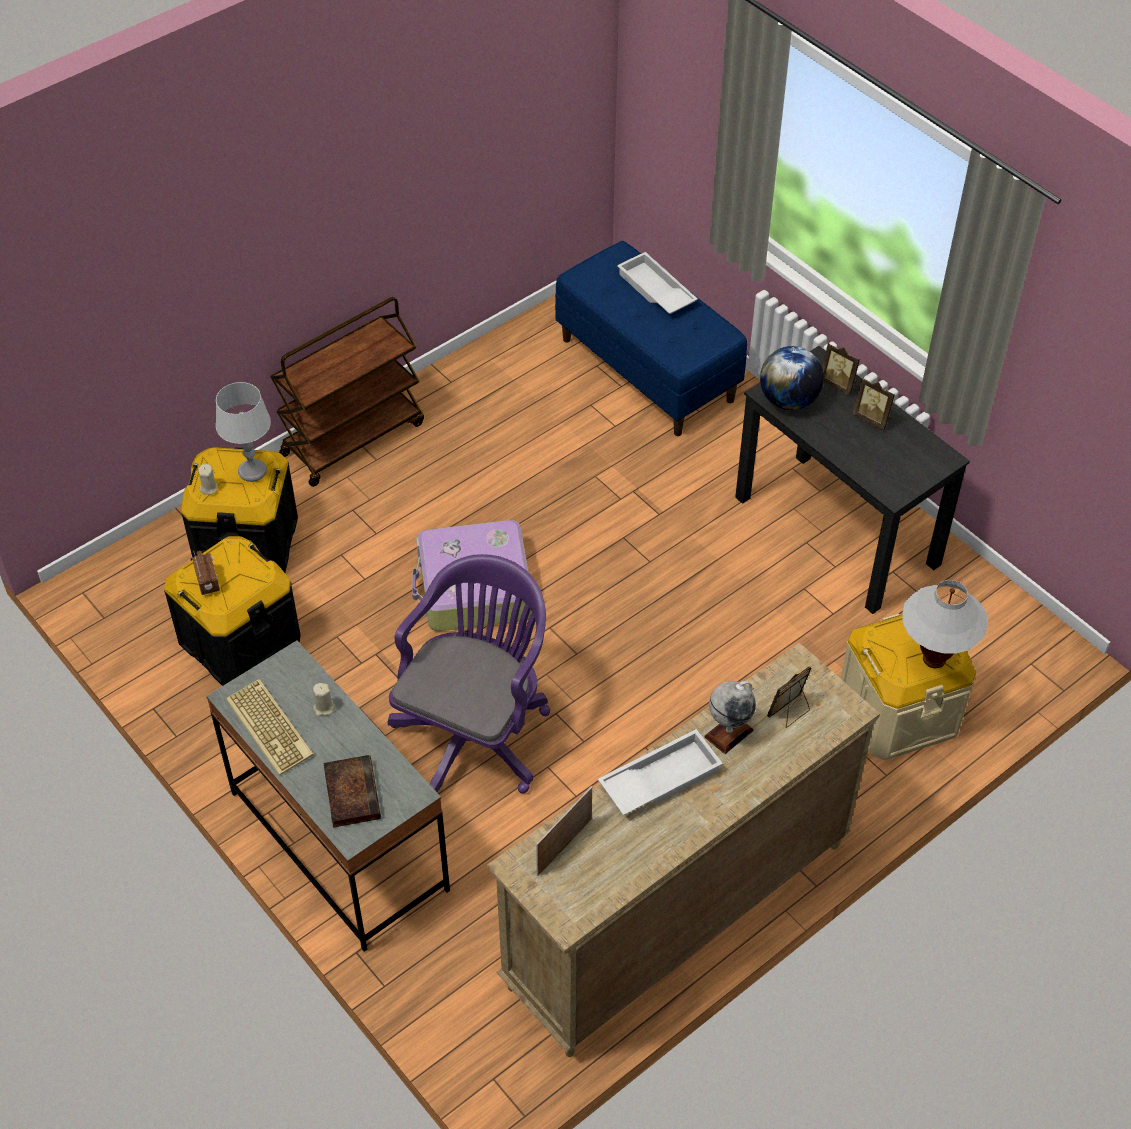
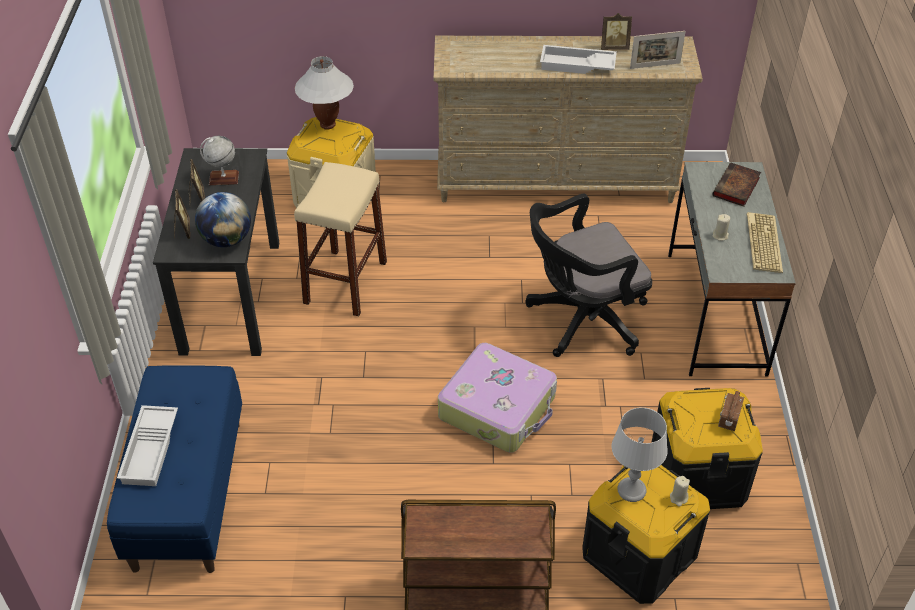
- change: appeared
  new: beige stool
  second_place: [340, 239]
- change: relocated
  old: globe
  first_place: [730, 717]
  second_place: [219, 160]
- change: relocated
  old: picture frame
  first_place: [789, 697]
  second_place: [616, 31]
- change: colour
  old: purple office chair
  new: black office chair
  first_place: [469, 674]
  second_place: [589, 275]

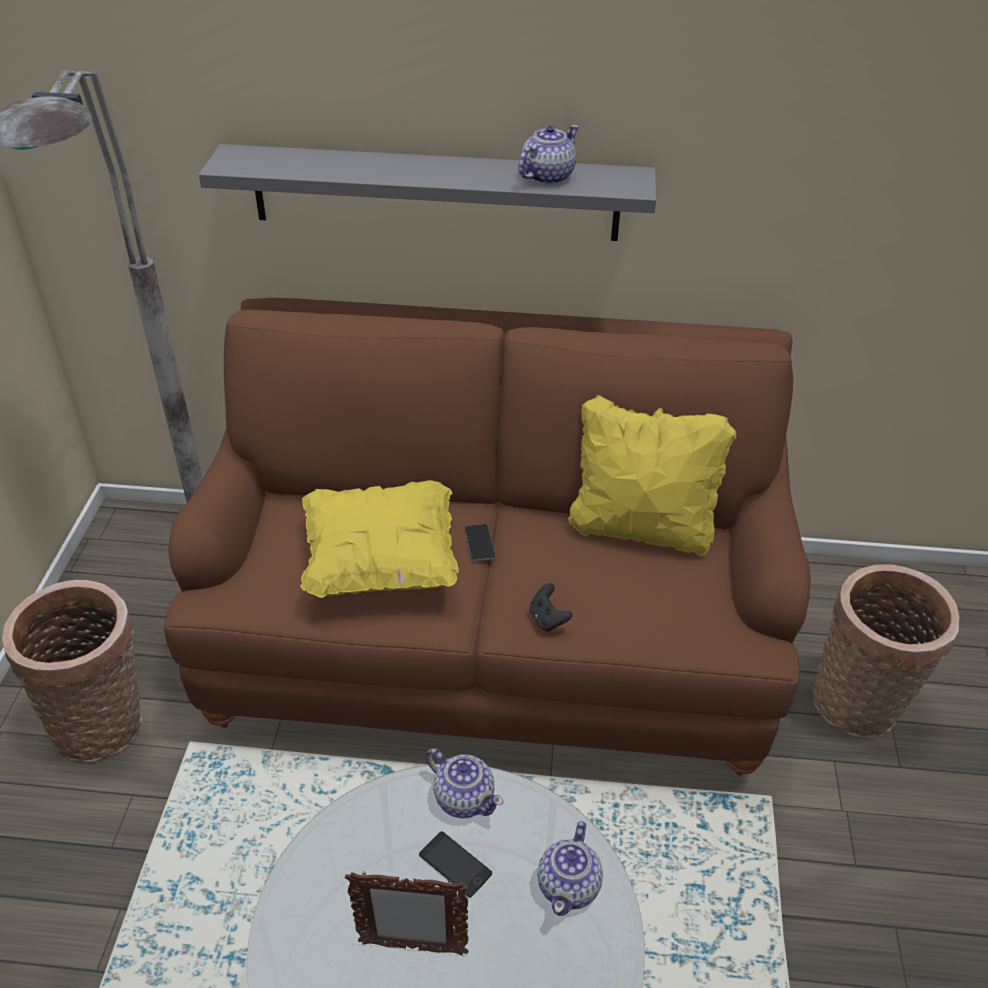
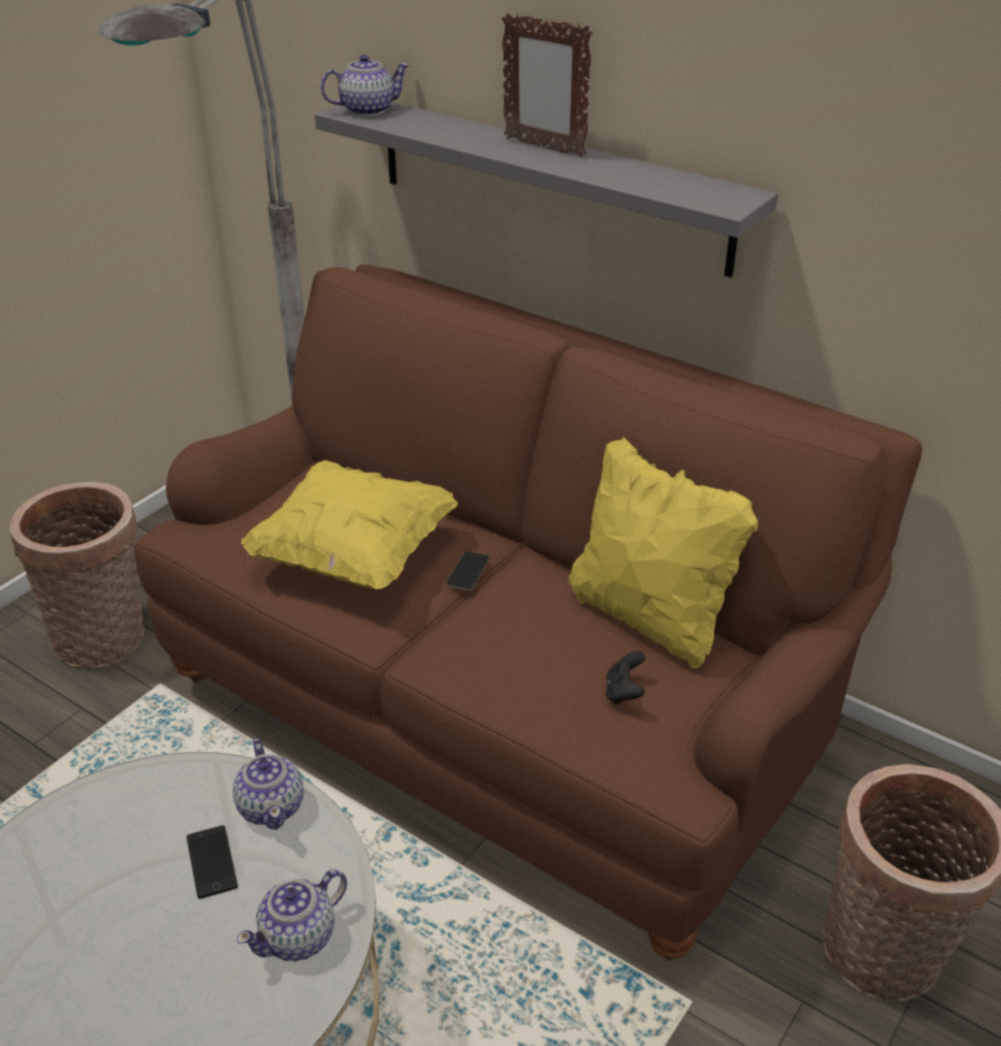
- change: relocated
  old: picture frame
  first_place: [406, 913]
  second_place: [547, 85]
- change: relocated
  old: teapot
  first_place: [548, 155]
  second_place: [364, 85]
- change: relocated
  old: black game controller
  first_place: [551, 607]
  second_place: [626, 677]

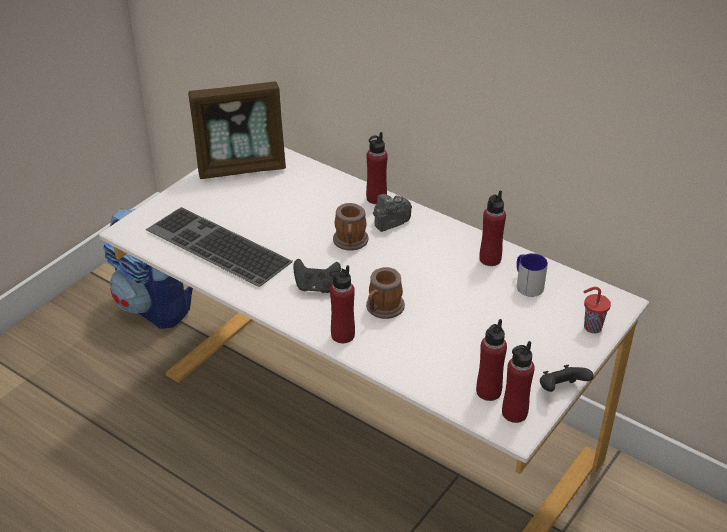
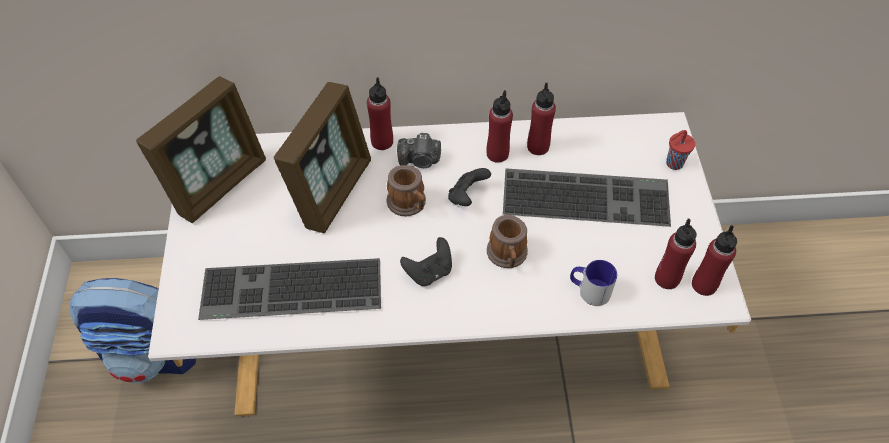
- change: appeared
  new: picture frame
  second_place: [322, 158]
- change: appeared
  new: keyboard
  second_place: [587, 197]
- change: relocated
  old: red bottle
  first_place: [342, 304]
  second_place: [499, 126]
- change: relocated
  old: mug
  first_place: [532, 275]
  second_place: [593, 283]
- change: relocated
  old: black game controller
  first_place: [567, 378]
  second_place: [469, 187]
- change: spun
  old: photo camera
  first_place: [392, 213]
  second_place: [419, 150]
  degrees: -105

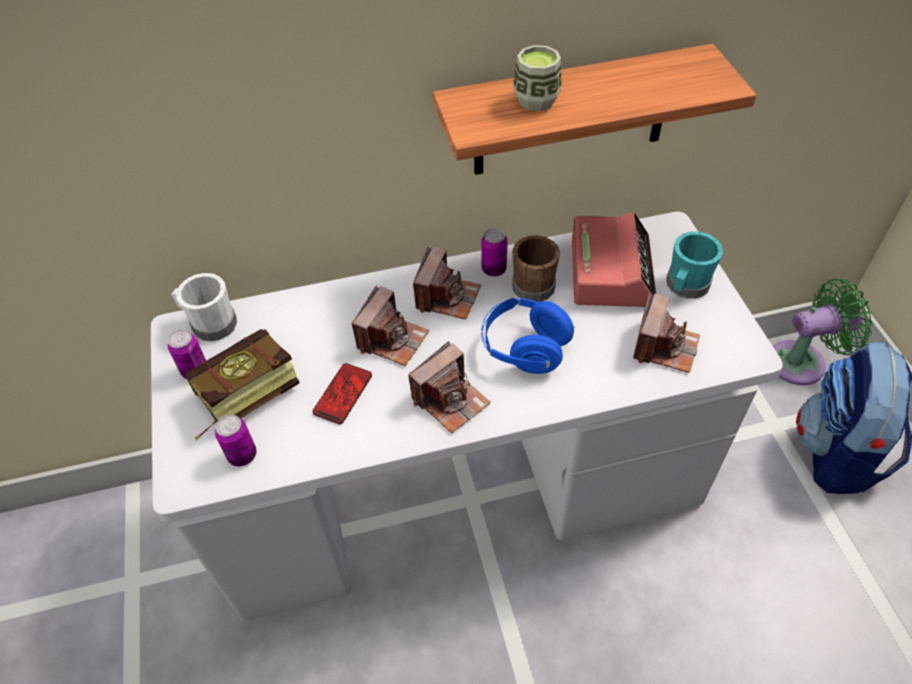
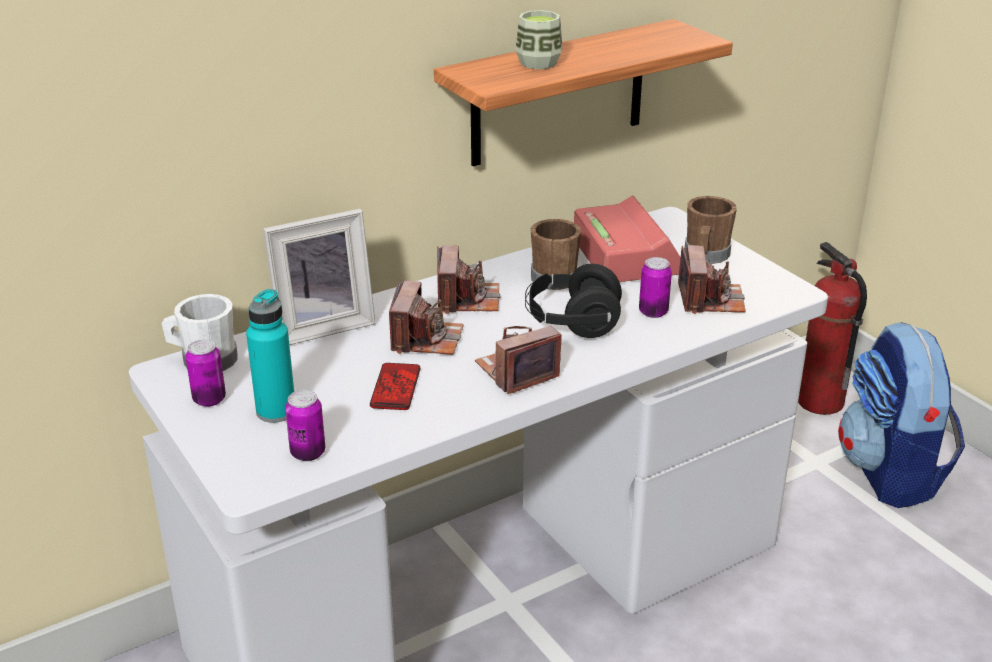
- change: appeared
  new: picture frame
  second_place: [319, 277]
- change: relocated
  old: can
  first_place: [494, 252]
  second_place: [655, 287]
- change: exchanged
  old: book
  new: turquoise bottle
  first_place: [242, 384]
  second_place: [270, 356]
- change: exchanged
  old: green fan
  new: fire extinguisher
  first_place: [823, 331]
  second_place: [832, 328]
- change: colour
  old: blue headphones
  new: black headphones
  first_place: [528, 336]
  second_place: [573, 301]
- change: colour
  old: turquoise mug
  new: brown mug
  first_place: [694, 265]
  second_place: [711, 230]
- change: spun
  old: photo camera
  first_place: [449, 387]
  second_place: [518, 360]
  degrees: -150

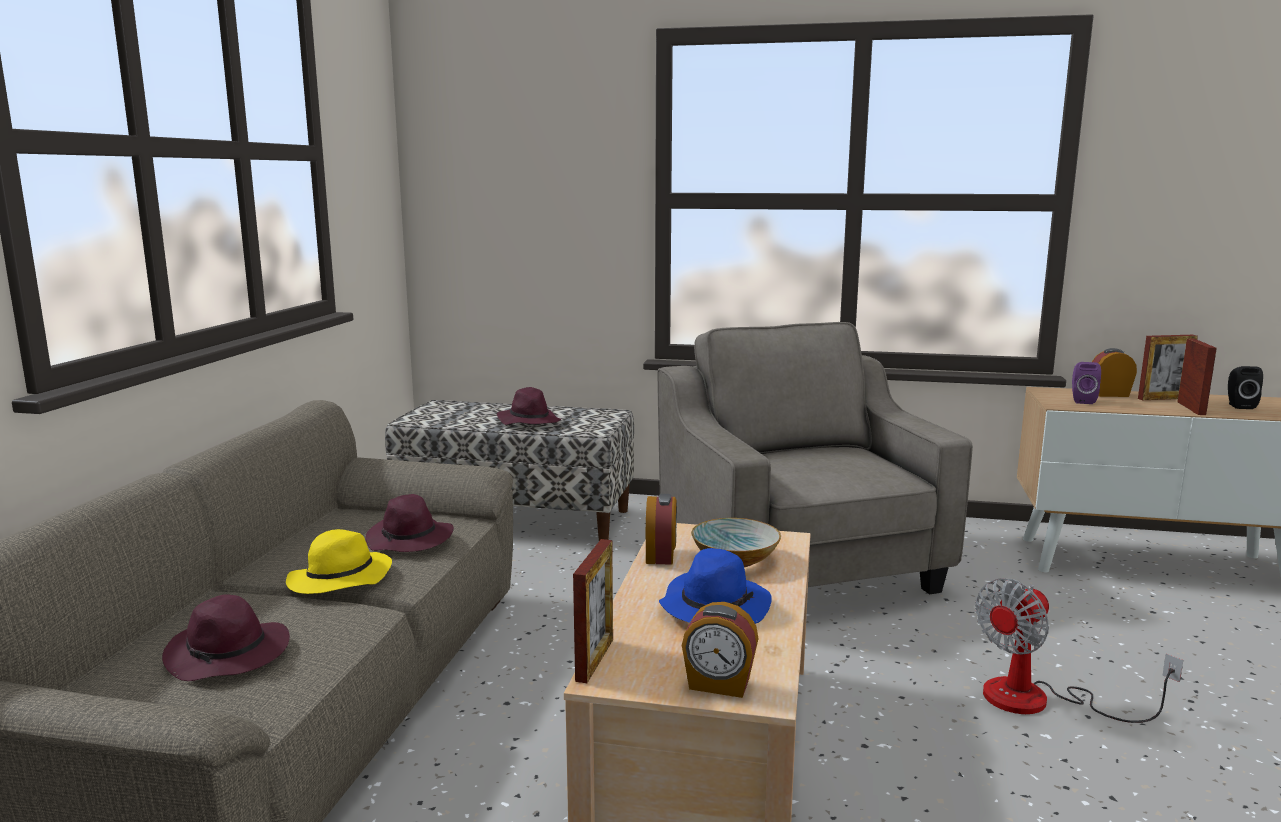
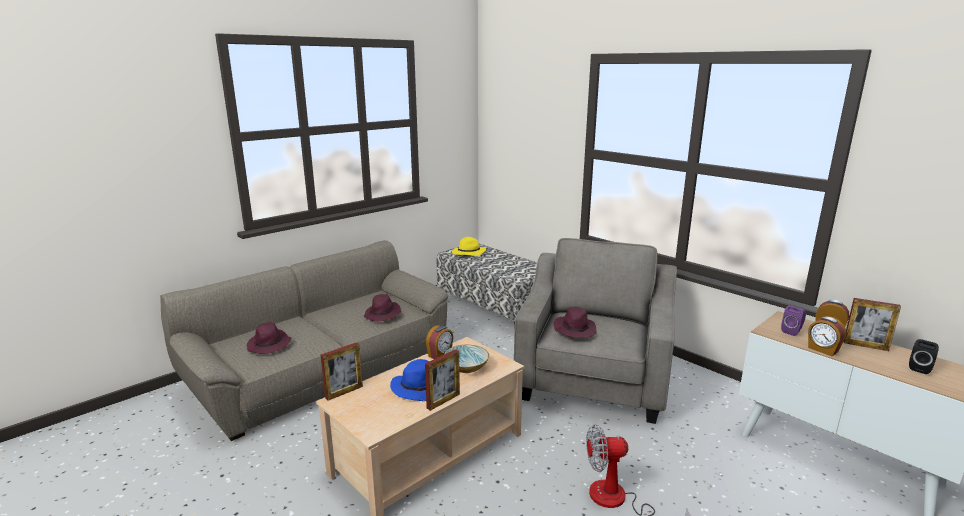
- change: relocated
  old: yellow hat
  first_place: [339, 561]
  second_place: [469, 246]
- change: relocated
  old: purple hat
  first_place: [529, 406]
  second_place: [575, 322]
- change: relocated
  old: alarm clock
  first_place: [720, 650]
  second_place: [827, 336]
- change: relocated
  old: picture frame
  first_place: [1197, 376]
  second_place: [442, 380]

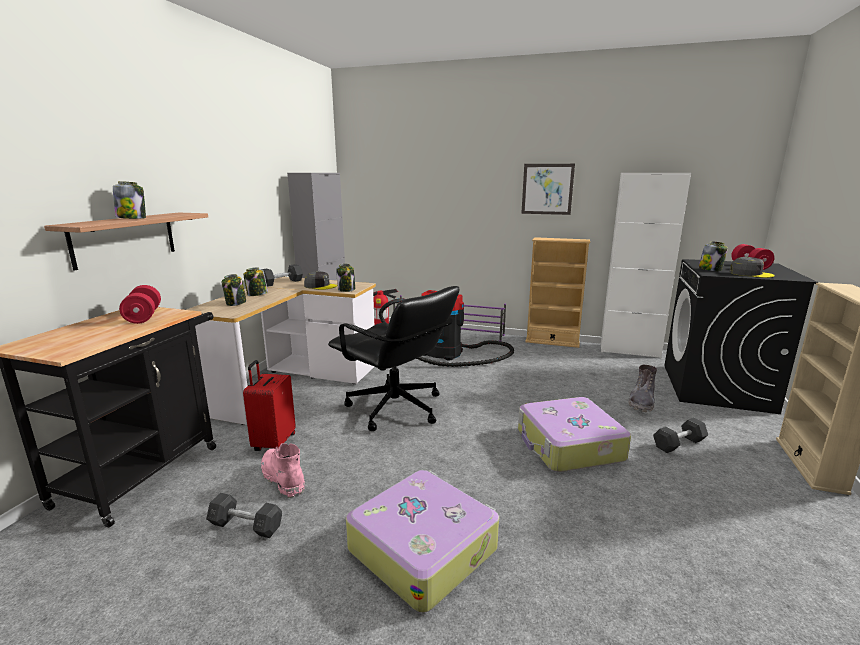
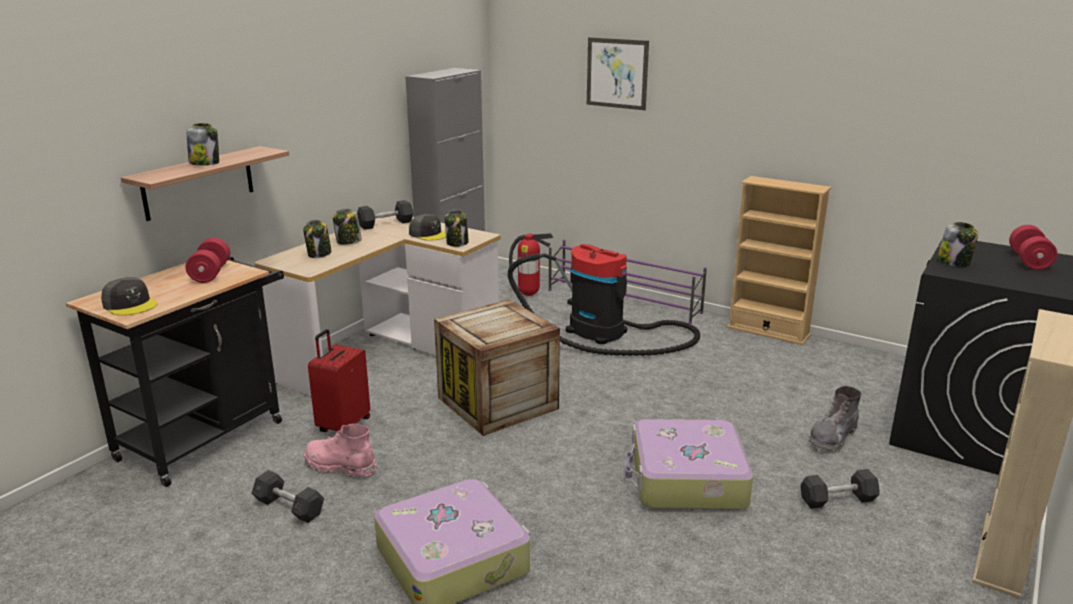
- change: missing
  old: white cabinet
  first_place: [646, 265]
- change: relocated
  old: picture
  first_place: [548, 189]
  second_place: [618, 73]
- change: relocated
  old: grey cap
  first_place: [752, 267]
  second_place: [129, 296]
- change: exchanged
  old: black office chair
  new: crate
  first_place: [393, 358]
  second_place: [497, 367]
- change: spun
  old: pink boot
  first_place: [283, 470]
  second_place: [340, 451]
  degrees: -45

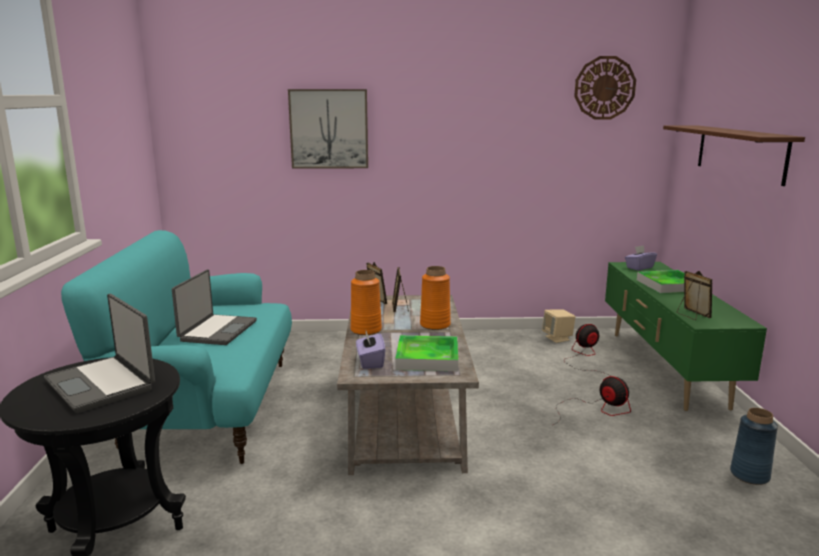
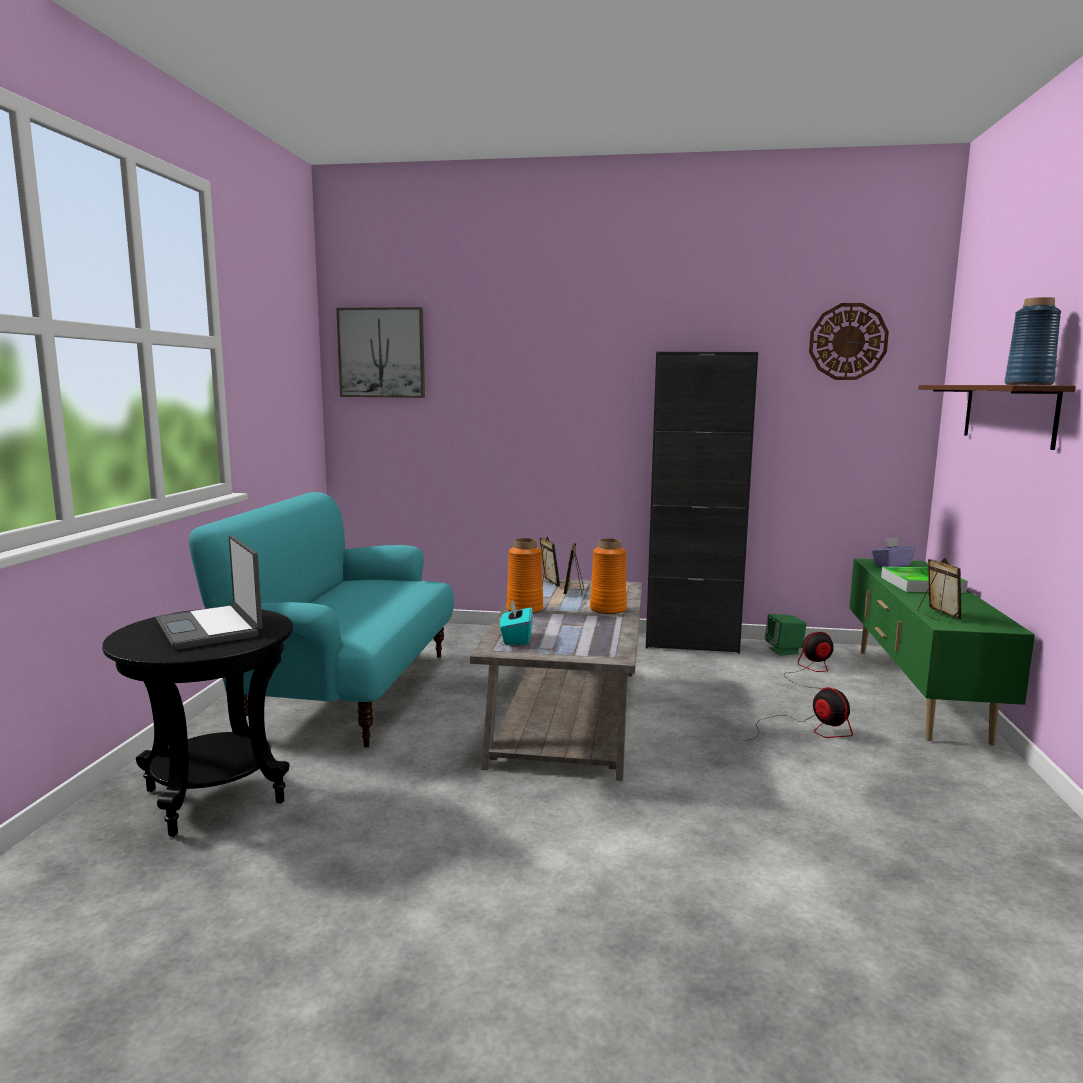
- change: missing
  old: laptop
  first_place: [214, 307]
- change: missing
  old: tray
  first_place: [426, 353]
- change: appeared
  new: black cabinet
  second_place: [702, 503]
- change: relocated
  old: picture
  first_place: [328, 129]
  second_place: [380, 352]
- change: relocated
  old: blue vase
  first_place: [754, 446]
  second_place: [1032, 341]
- change: colour
  old: purple tissue box
  new: turquoise tissue box
  first_place: [370, 350]
  second_place: [516, 623]
- change: colour
  old: beige speaker
  new: green speaker
  first_place: [559, 326]
  second_place: [785, 635]

